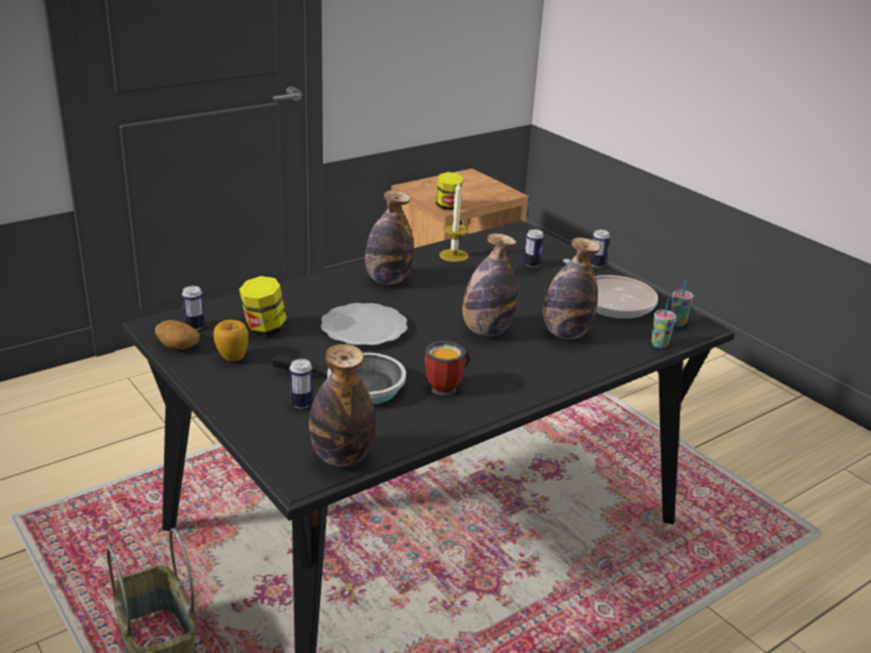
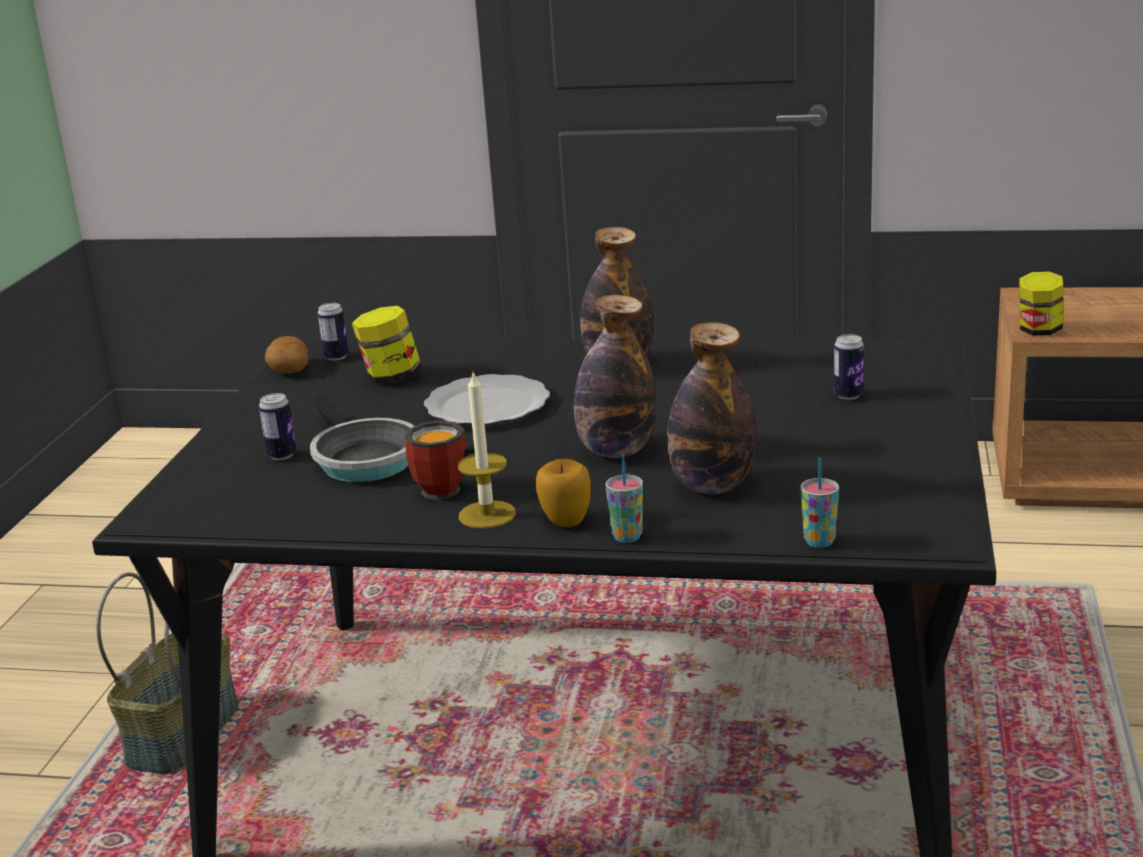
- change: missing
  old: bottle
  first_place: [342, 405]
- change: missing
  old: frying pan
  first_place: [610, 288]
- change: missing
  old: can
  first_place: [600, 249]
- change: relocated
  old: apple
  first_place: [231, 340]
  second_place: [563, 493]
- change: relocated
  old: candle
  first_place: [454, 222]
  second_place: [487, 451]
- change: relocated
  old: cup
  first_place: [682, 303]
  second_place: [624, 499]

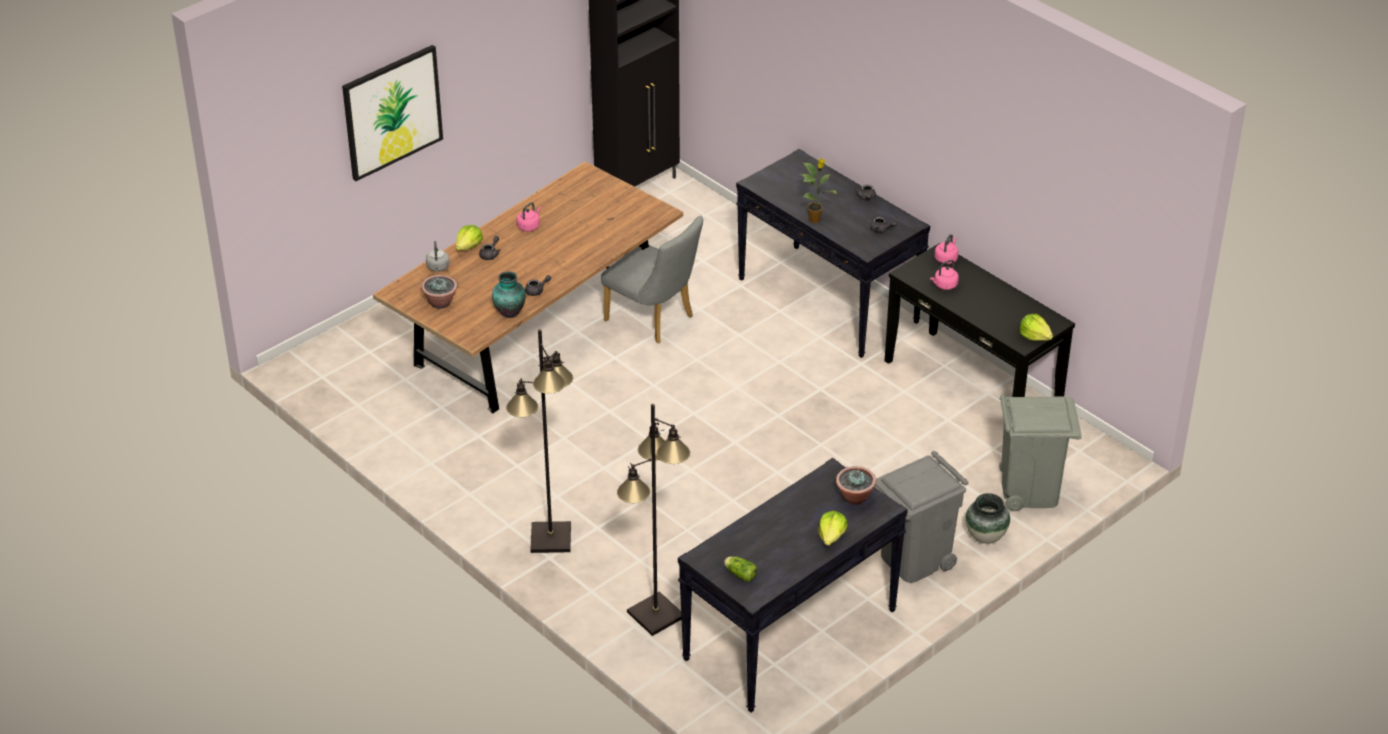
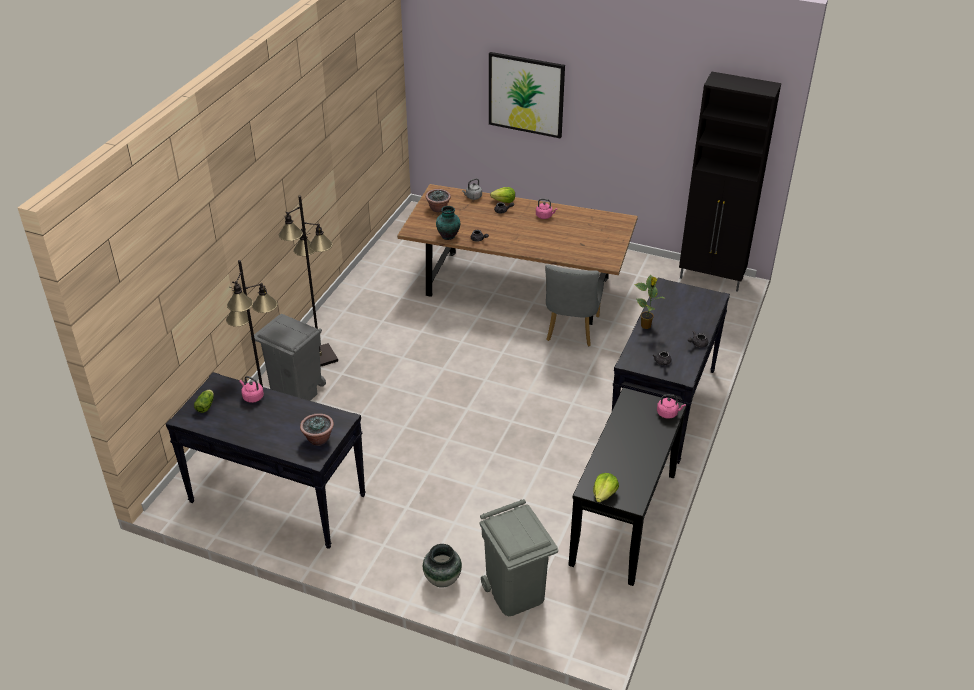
- change: missing
  old: lettuce
  first_place: [833, 528]
- change: relocated
  old: grey trash can
  first_place: [921, 517]
  second_place: [288, 357]
- change: relocated
  old: pink kettle
  first_place: [944, 275]
  second_place: [252, 389]

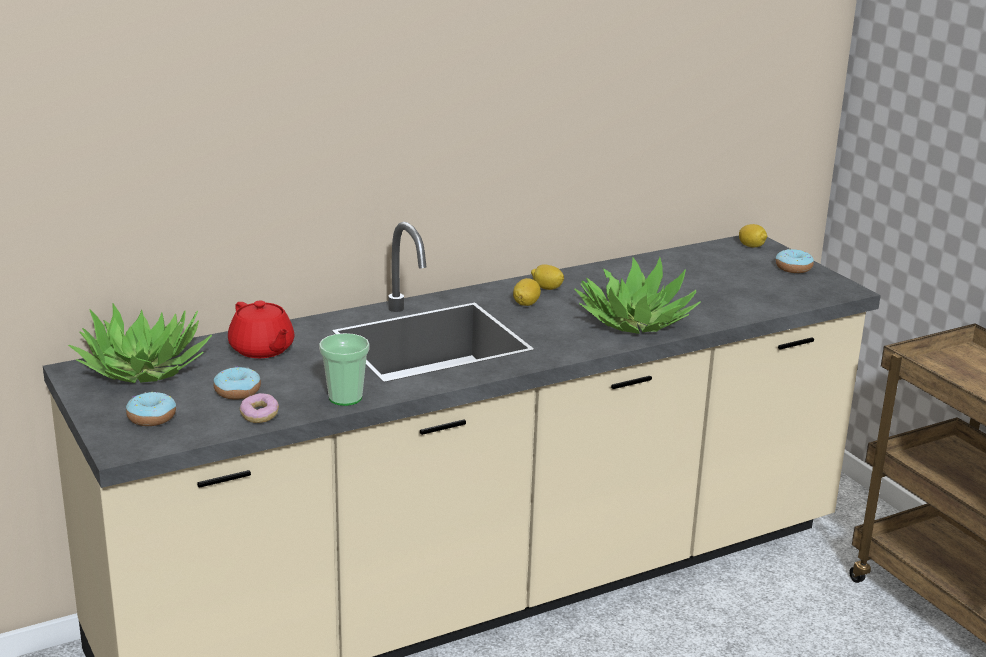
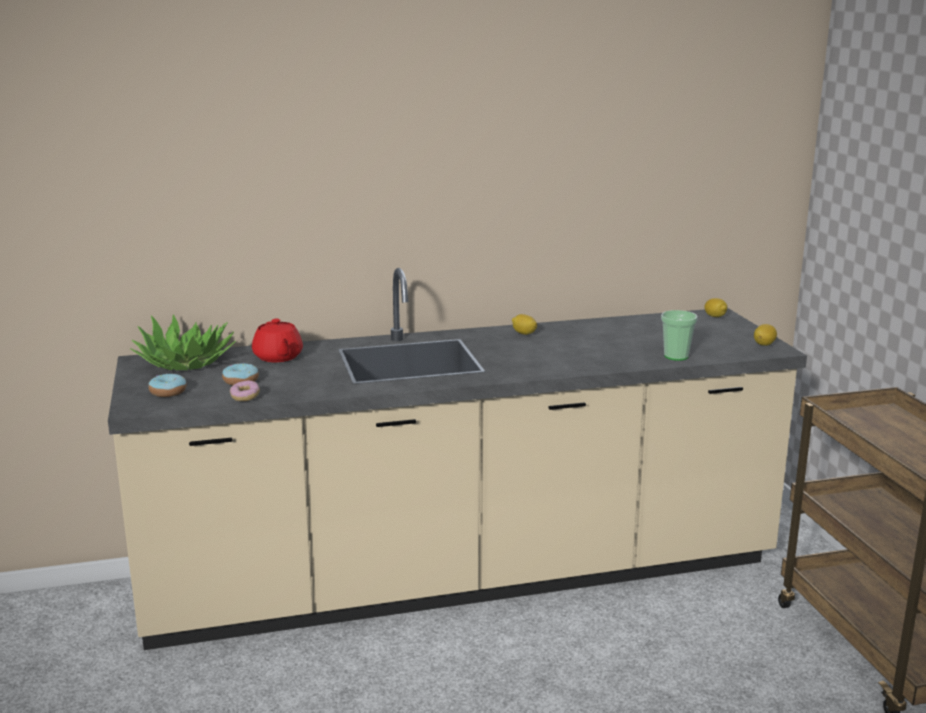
- change: missing
  old: potted plant
  first_place: [637, 295]
- change: missing
  old: donut
  first_place: [795, 261]
- change: relocated
  old: cup
  first_place: [344, 369]
  second_place: [679, 335]
- change: relocated
  old: lemon
  first_place: [527, 292]
  second_place: [765, 335]

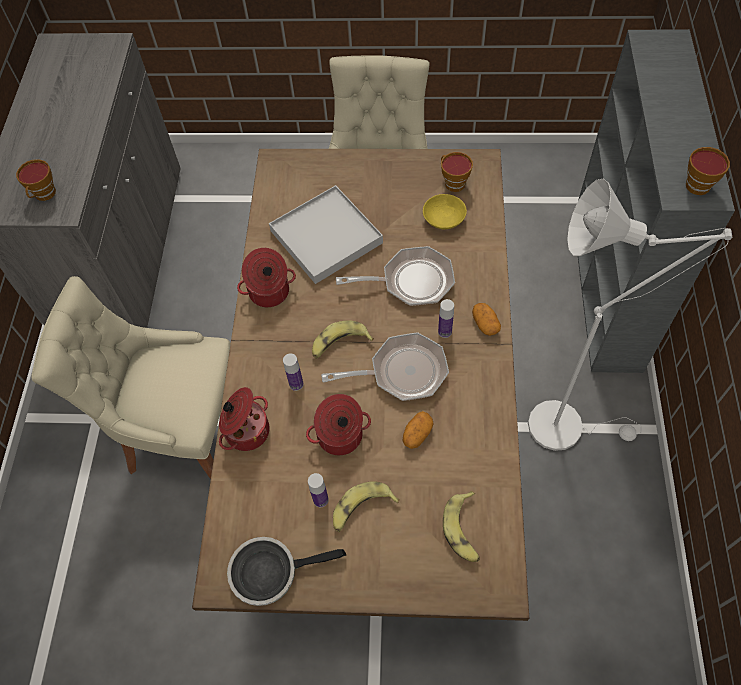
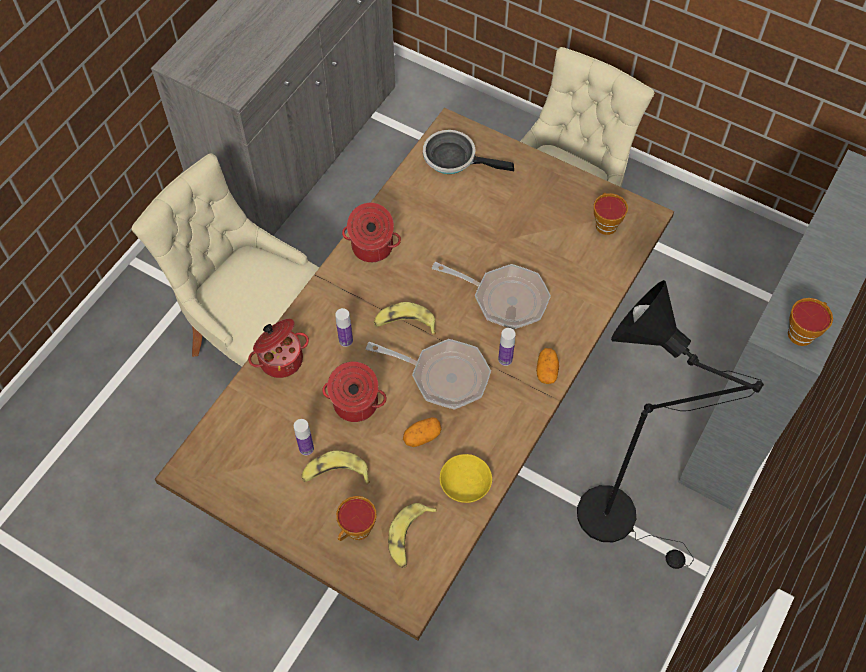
- change: missing
  old: white tray
  first_place: [326, 234]
- change: relocated
  old: cup
  first_place: [36, 180]
  second_place: [356, 518]
- change: relocated
  old: frying pan
  first_place: [286, 571]
  second_place: [468, 152]
- change: relocated
  old: yellow bowl
  first_place: [445, 211]
  second_place: [466, 478]
- change: colour
  old: white floor lamp
  new: black floor lamp
  first_place: [630, 314]
  second_place: [670, 424]

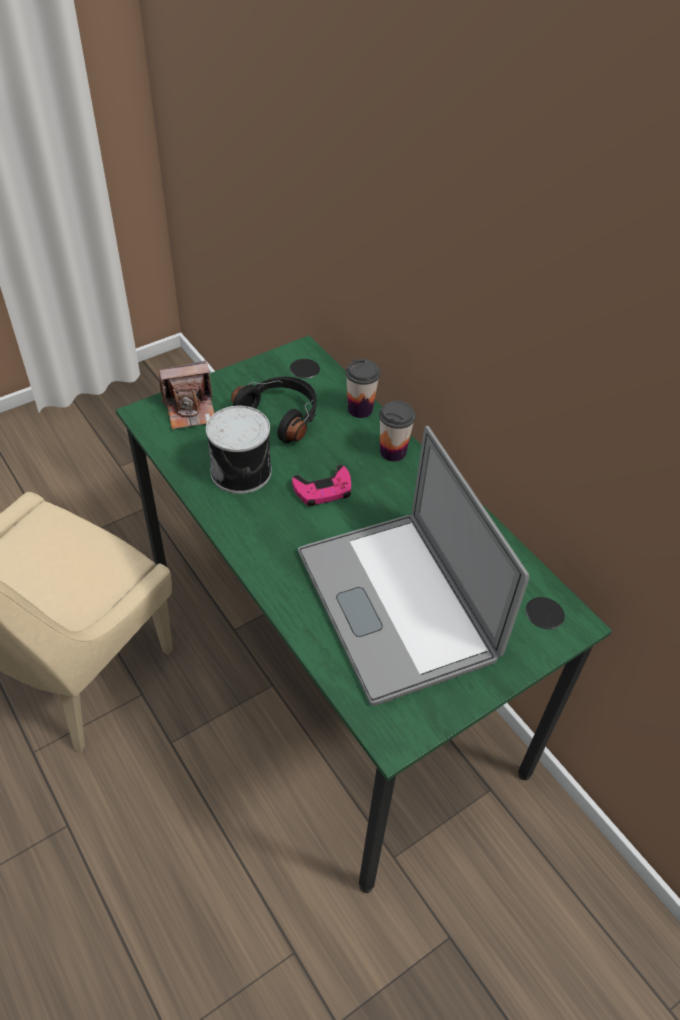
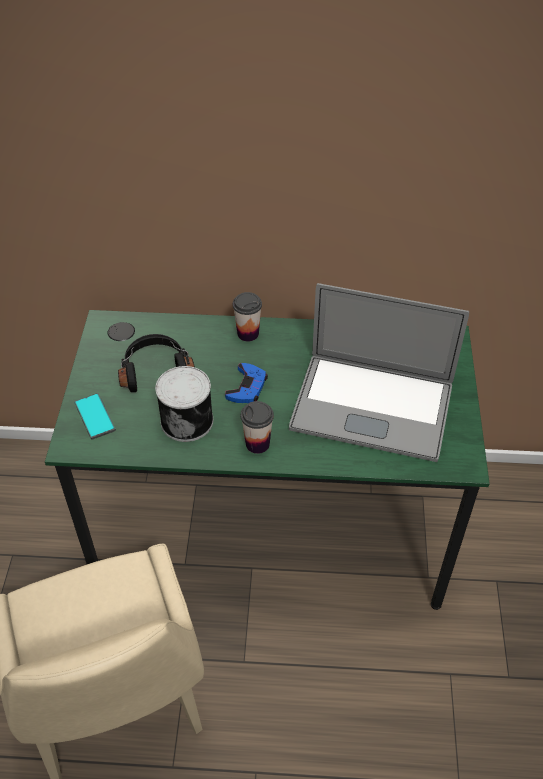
- change: relocated
  old: cup
  first_place: [363, 388]
  second_place: [257, 427]
- change: exchanged
  old: photo camera
  new: phone
  first_place: [186, 395]
  second_place: [95, 416]
- change: colour
  old: pink game controller
  new: blue game controller
  first_place: [321, 485]
  second_place: [246, 383]

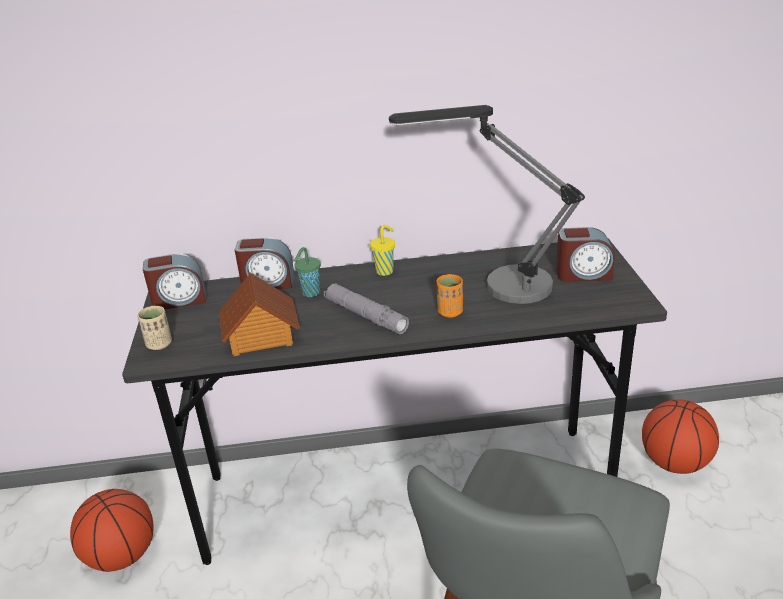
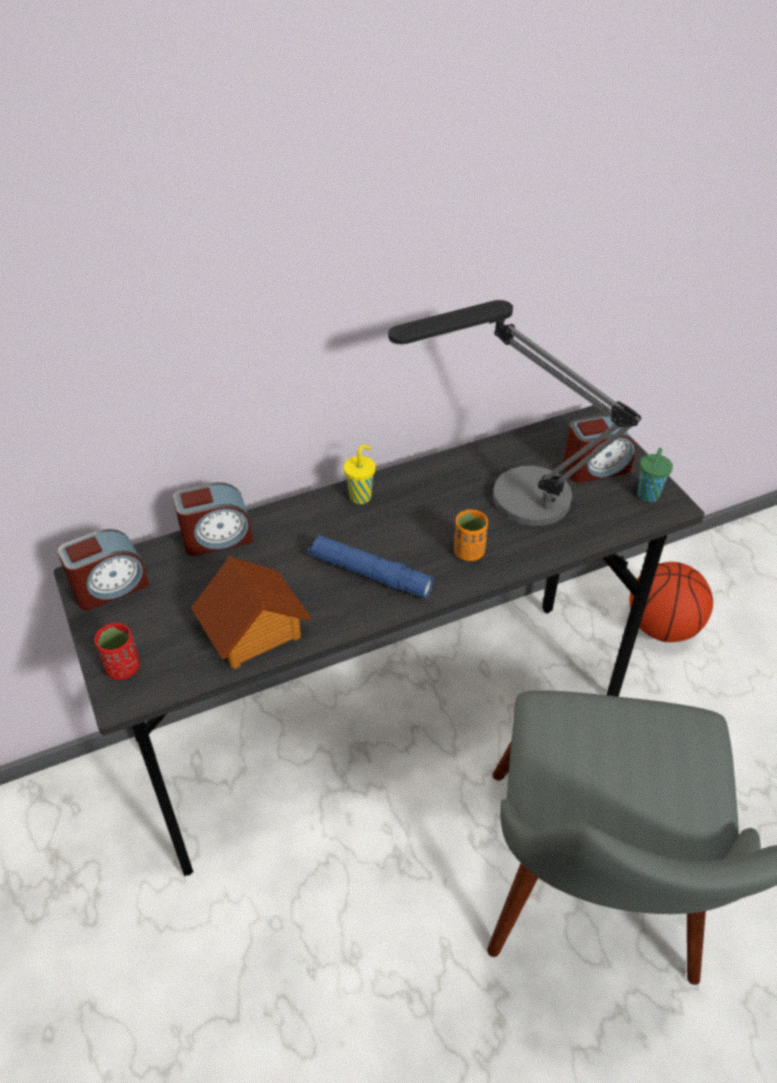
- change: missing
  old: basketball
  first_place: [112, 530]
- change: relocated
  old: green cup
  first_place: [307, 272]
  second_place: [655, 475]
- change: colour
  old: beige cup
  new: red cup
  first_place: [154, 328]
  second_place: [117, 651]
- change: colour
  old: grey flashlight
  new: blue flashlight
  first_place: [366, 309]
  second_place: [370, 567]

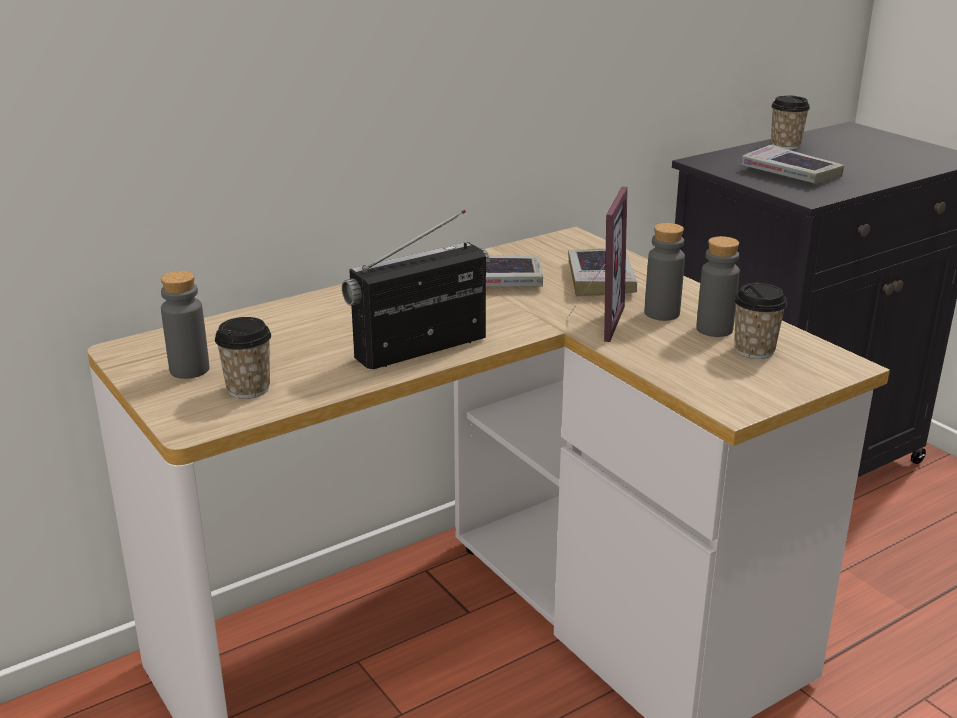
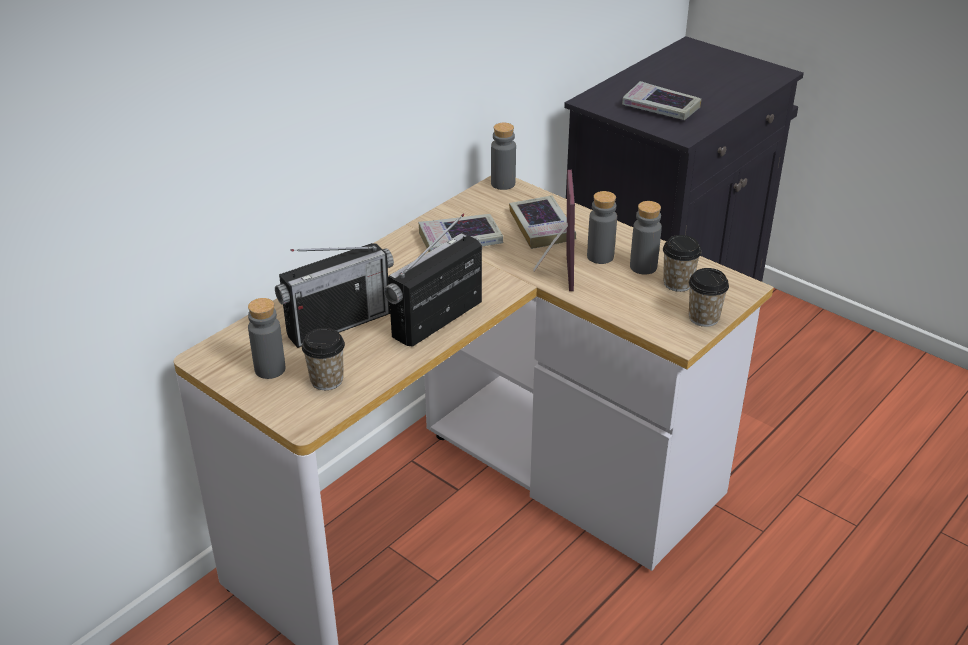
- change: appeared
  new: radio
  second_place: [334, 295]
- change: appeared
  new: grey bottle
  second_place: [503, 156]
- change: relocated
  old: cup
  first_place: [790, 122]
  second_place: [709, 297]

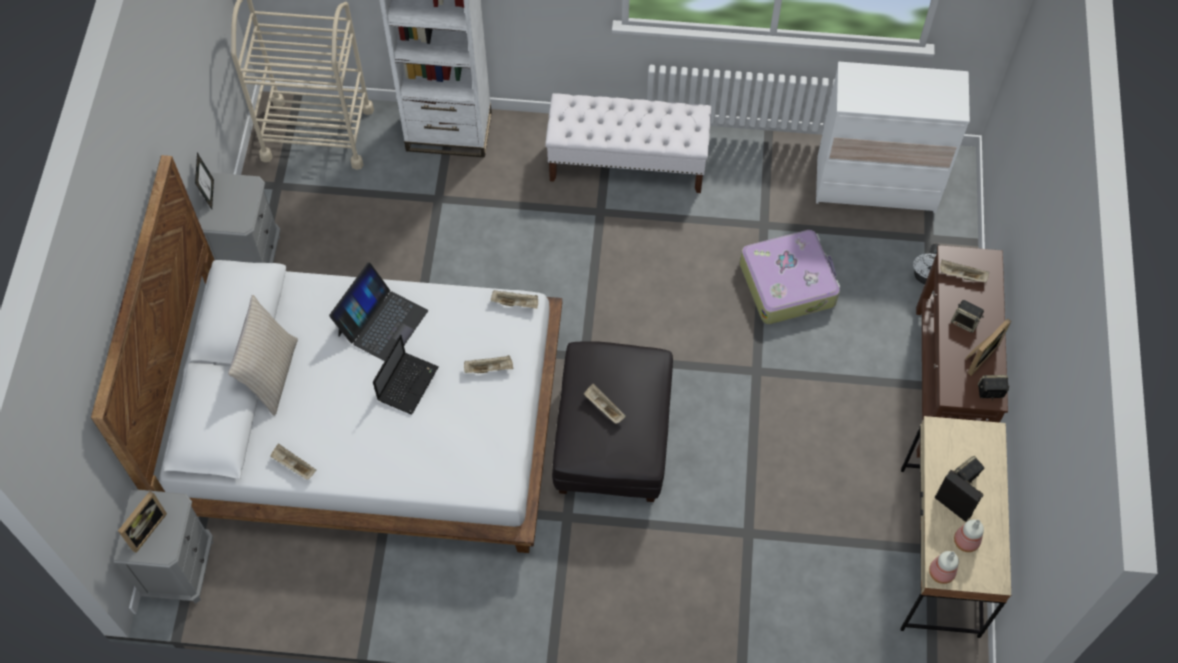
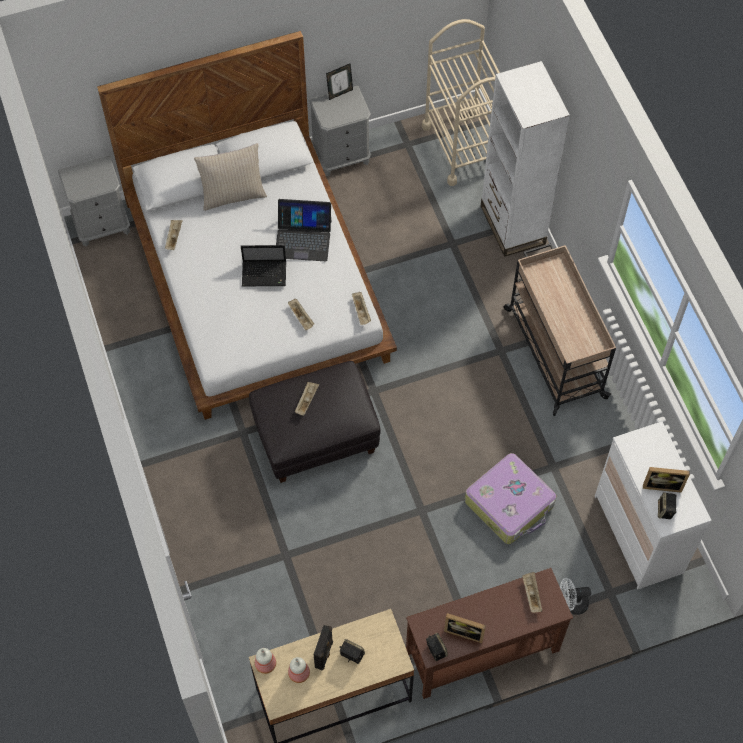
- change: relocated
  old: picture frame
  first_place: [142, 522]
  second_place: [666, 480]
- change: relocated
  old: speaker
  first_place: [967, 316]
  second_place: [667, 505]
- change: exchanged
  old: white bench
  new: beige cart
  first_place: [628, 143]
  second_place: [560, 329]

